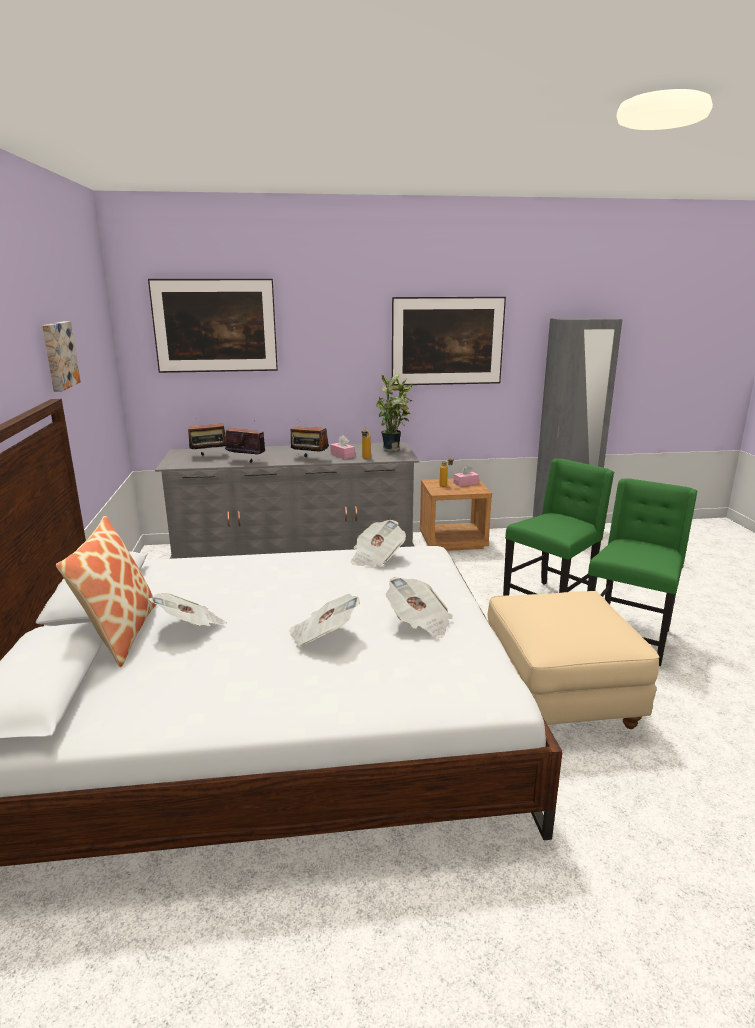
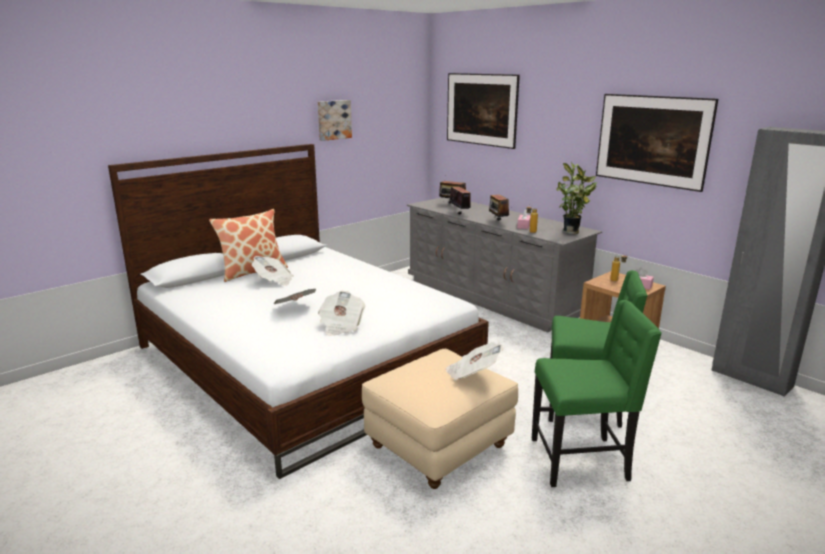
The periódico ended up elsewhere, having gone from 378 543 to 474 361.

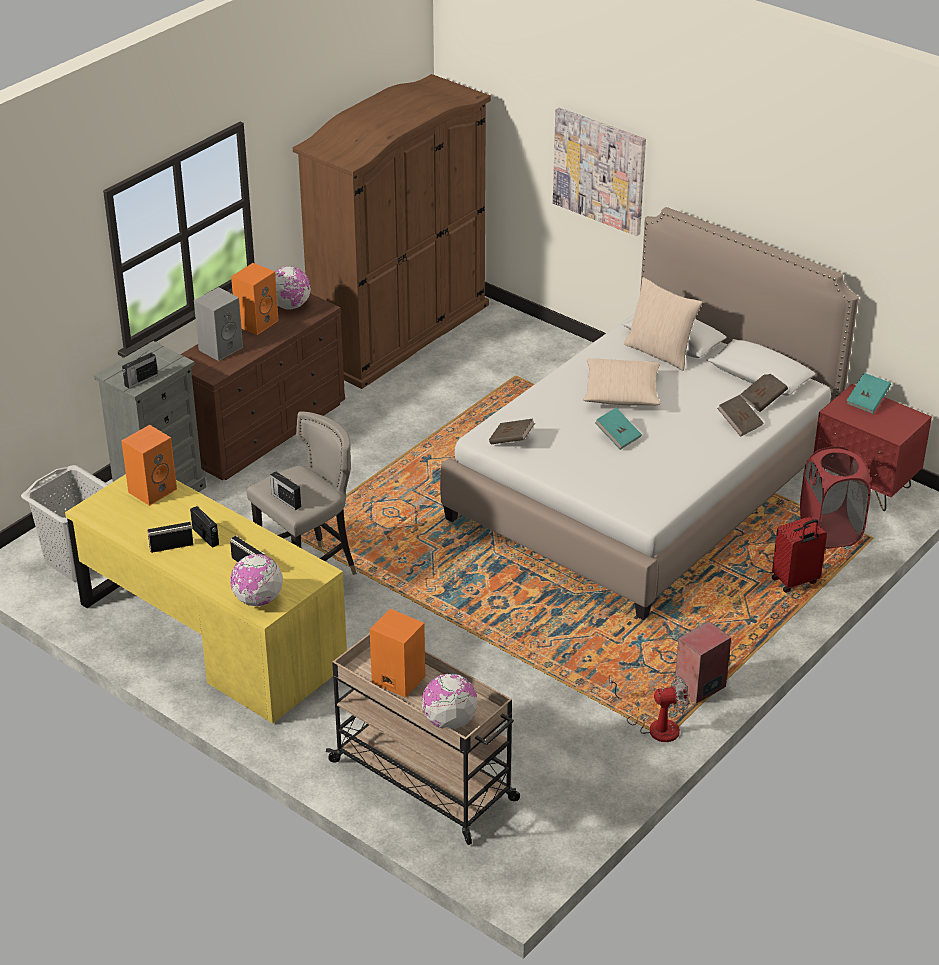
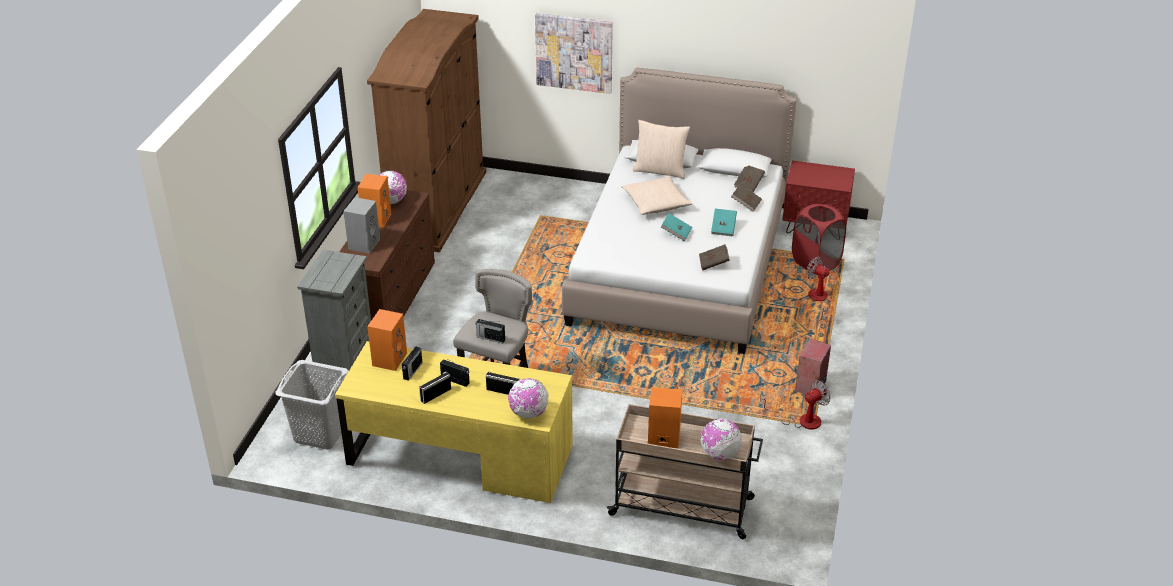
The radio ended up elsewhere, having gone from 140 369 to 412 363.
The libro [turquesa] ended up elsewhere, having gone from 869 393 to 724 223.
The libro [marrón] ended up elsewhere, having gone from 512 431 to 714 257.
Where the maleta [rojo] stood at 799 555, the ventilador came to stand at 818 289.

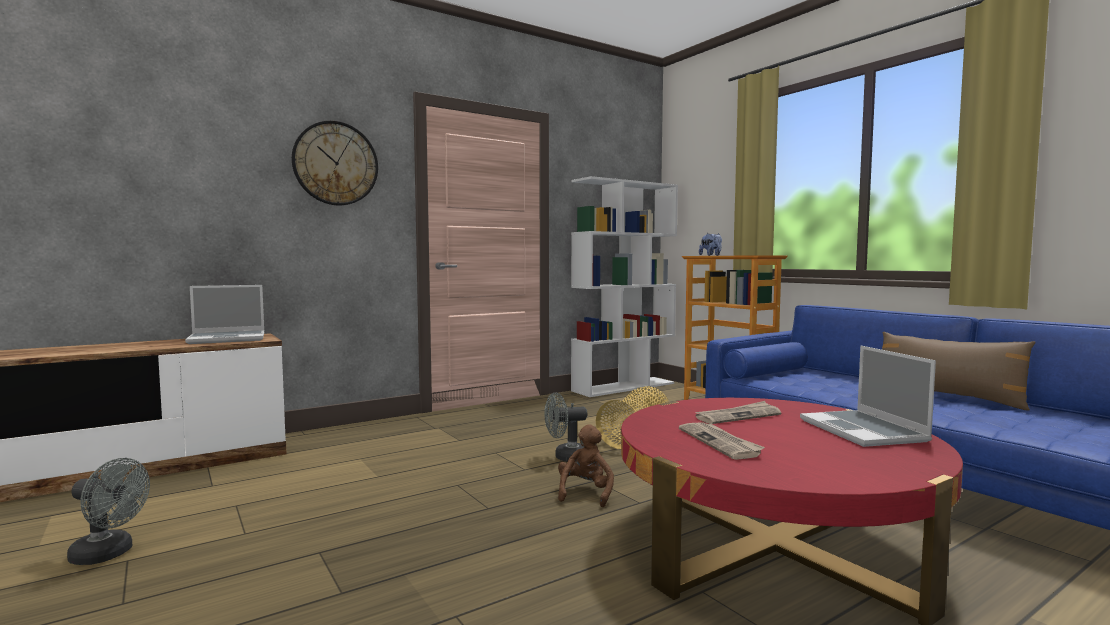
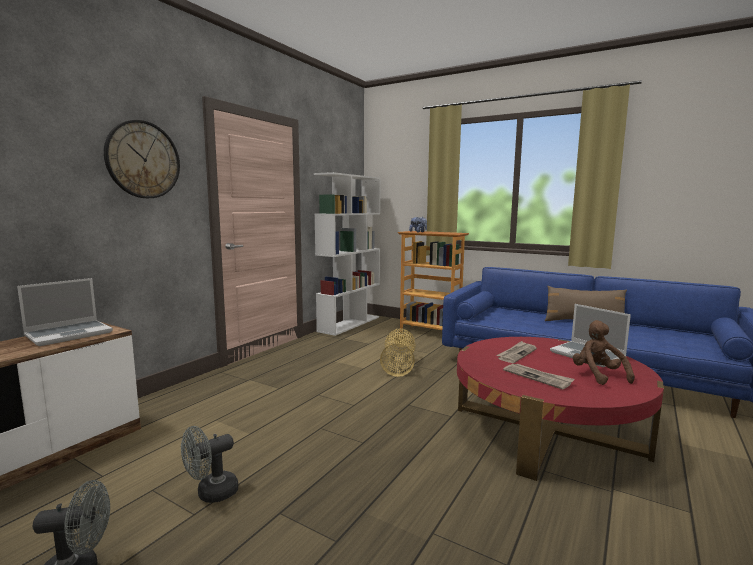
The ventilador [gris] ended up elsewhere, having gone from 565 427 to 209 464.
The peluche [marrón] ended up elsewhere, having gone from 586 465 to 604 352.

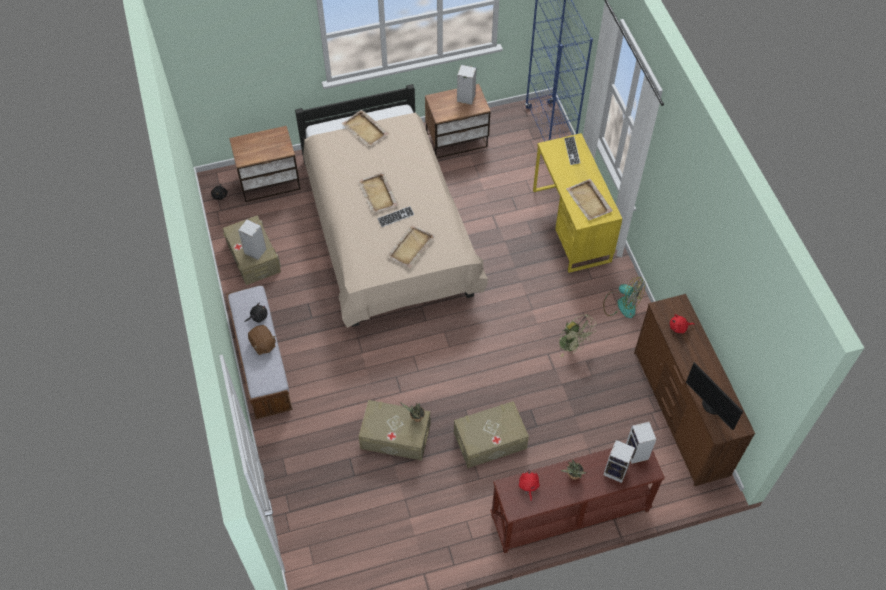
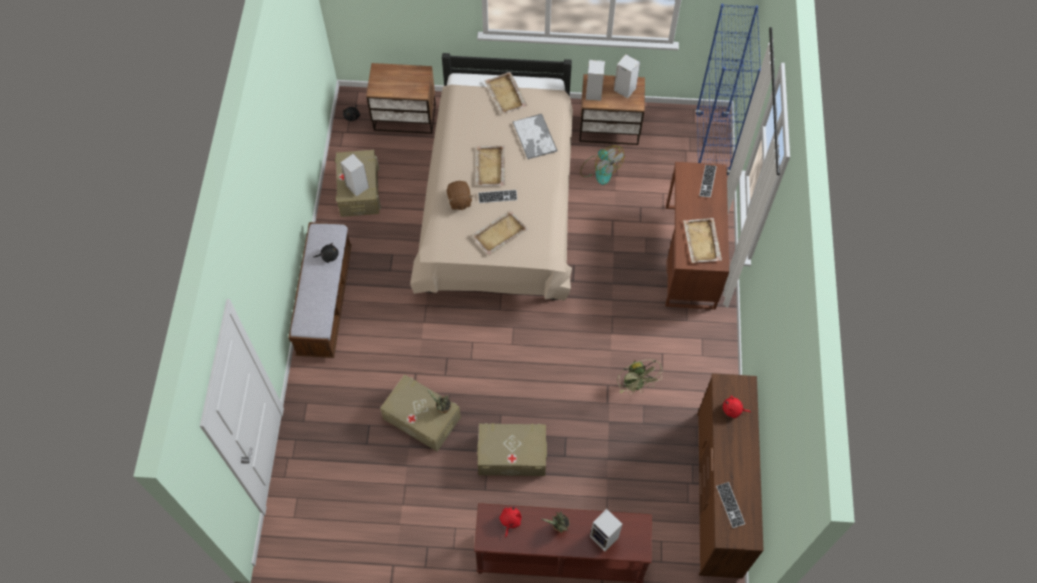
What was the escritorio [amarillo] at 577 203 turned into the escritorio [marrón] at 697 235.
The ventilador ended up elsewhere, having gone from 624 297 to 602 165.
The peluche [marrón] ended up elsewhere, having gone from 262 340 to 460 195.
Where the monitor stood at 714 396, the teclado came to stand at 730 505.
The altavoz ended up elsewhere, having gone from 641 443 to 595 80.
The second view gained the bandeja at 534 136.

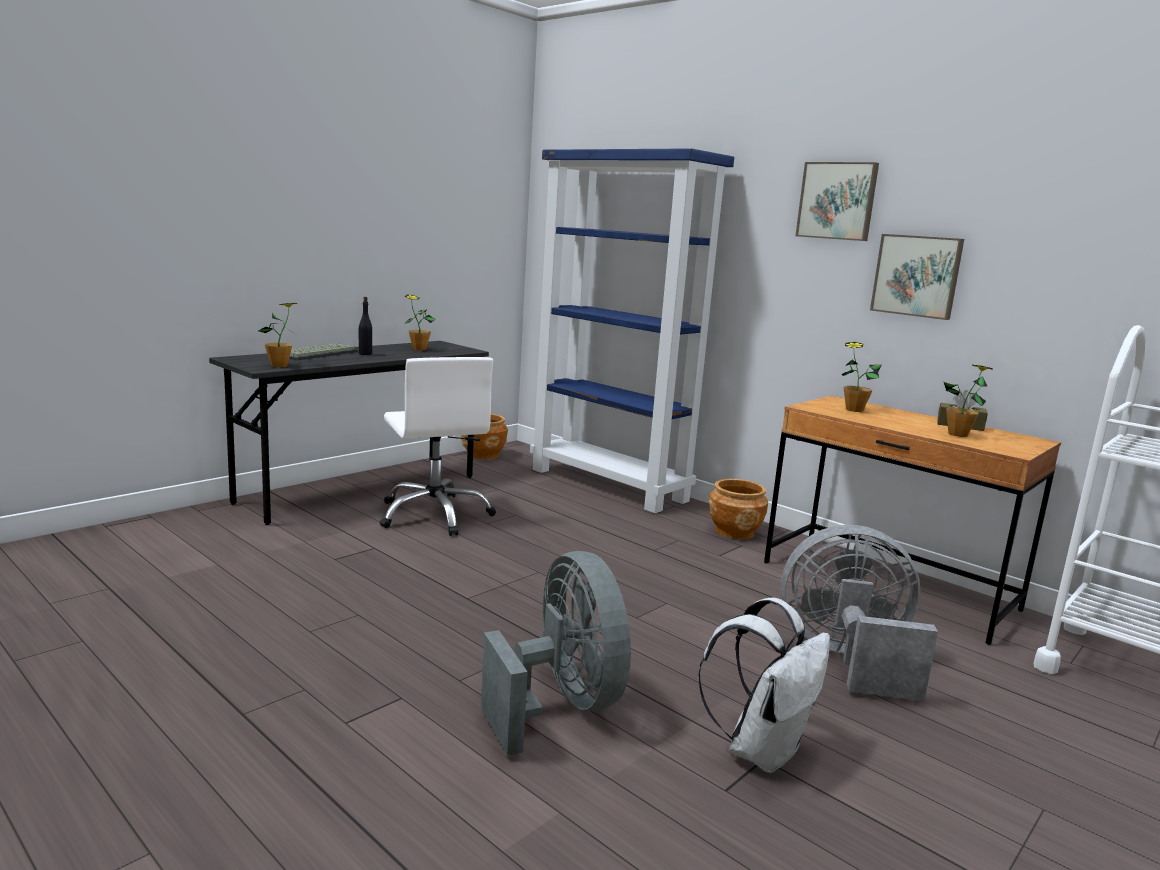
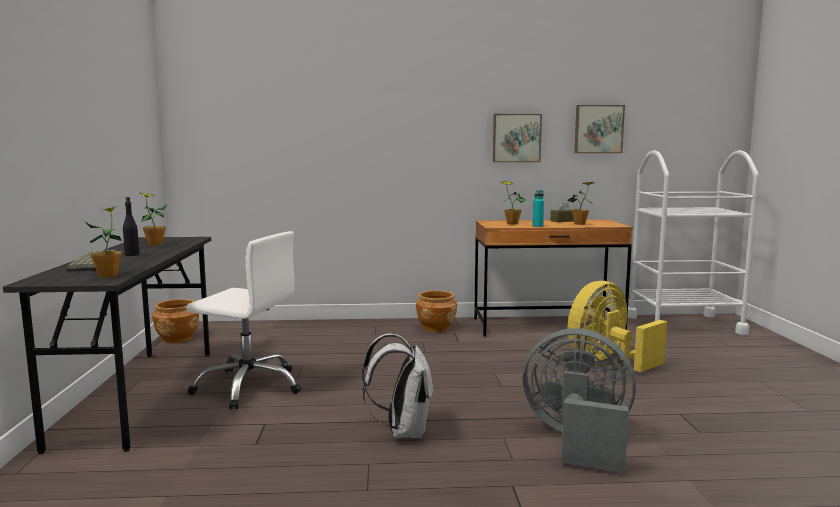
The second view lost the estantería [azul] at 632 330.
The cuadro ended up elsewhere, having gone from 837 201 to 599 129.
What was the ventilador [gris] at 859 613 turned into the ventilador [amarillo] at 617 326.
The mochila [blanco] ended up elsewhere, having gone from 764 685 to 397 386.
The second view gained the botella [turquesa] at 538 208.

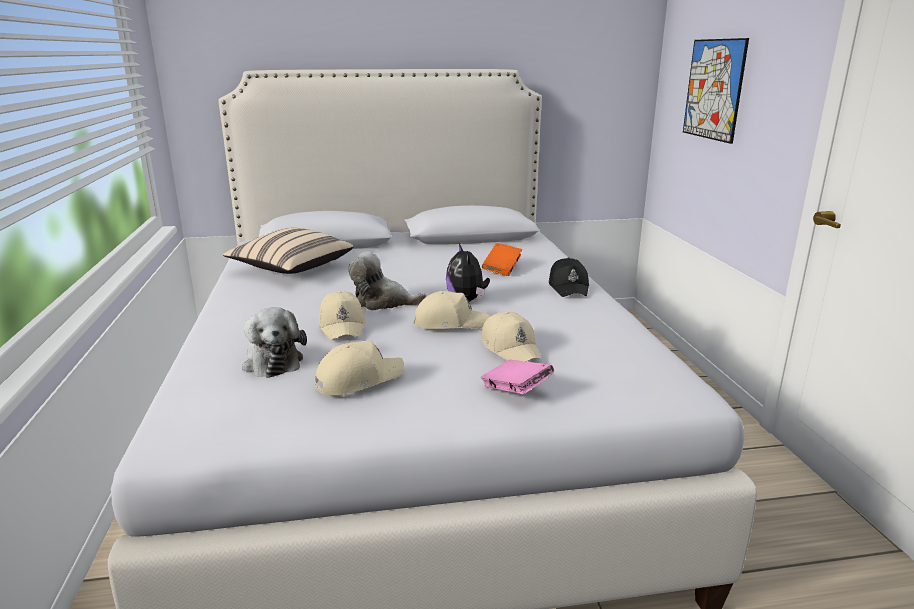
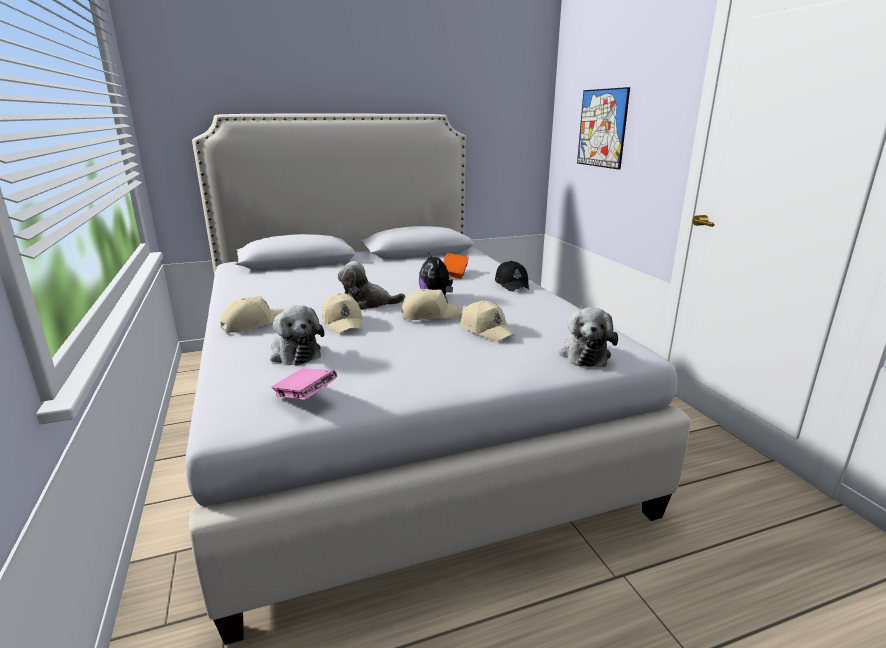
The second view lost the cojín [beis] at 288 251.
The gorra [beis] ended up elsewhere, having gone from 359 368 to 252 314.
The libro [rosa] ended up elsewhere, having gone from 517 377 to 304 384.
The second view gained the peluche at 588 337.

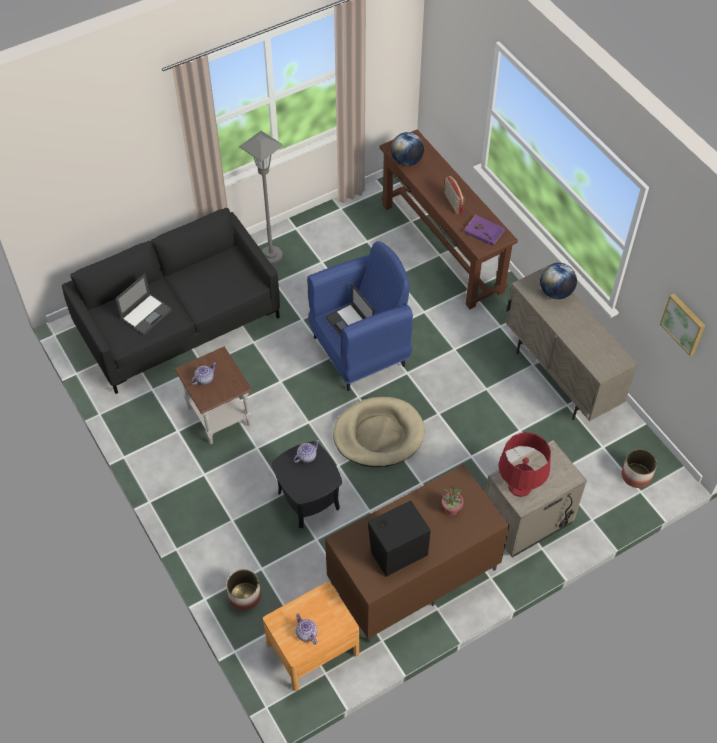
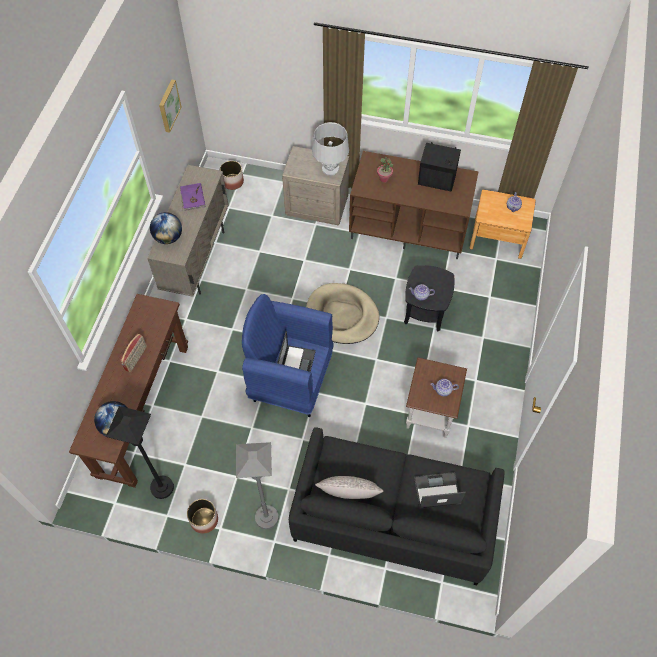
The libro [morado] ended up elsewhere, having gone from 484 230 to 193 197.
What was the lámpara de mesa [rojo] at 525 464 turned into the lámpara de mesa [gris] at 330 148.
The maceta ended up elsewhere, having gone from 243 590 to 202 516.
The second view gained the lámpara de pie [negro] at 140 452.
The second view gained the cojín [gris] at 349 487.

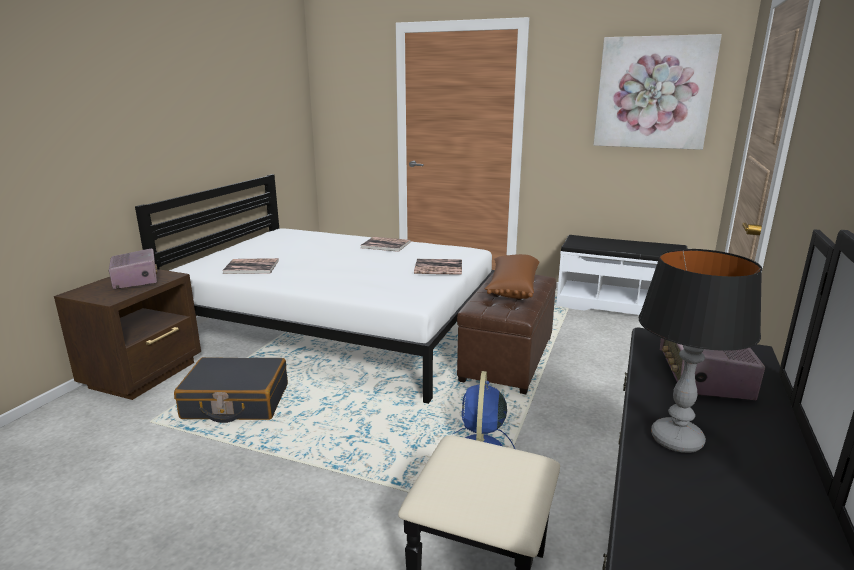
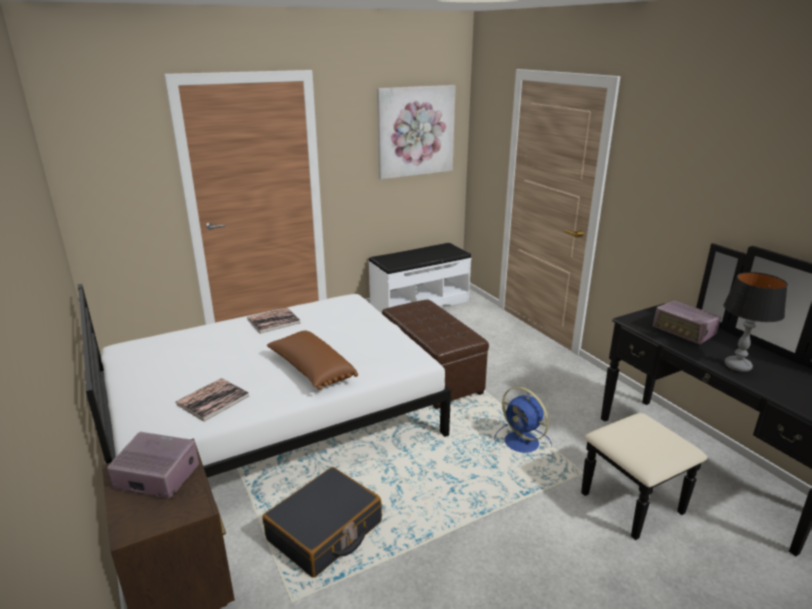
The cojín [marrón] ended up elsewhere, having gone from 512 276 to 312 360.
The second view lost the libro at 438 267.

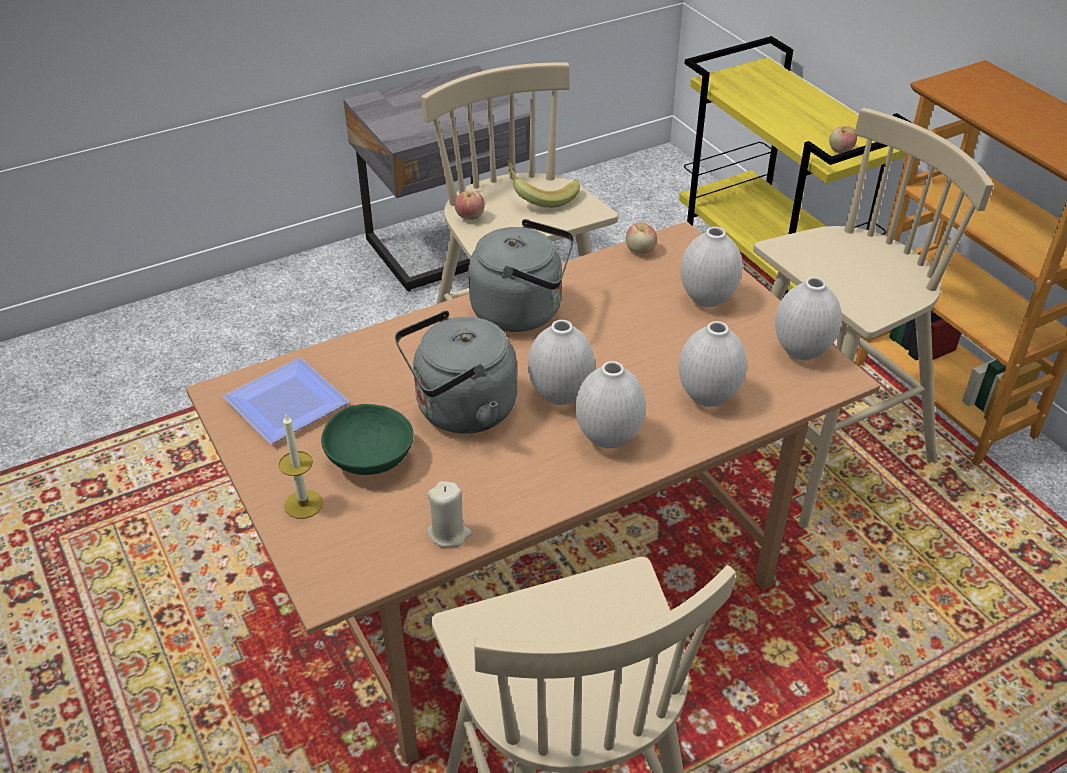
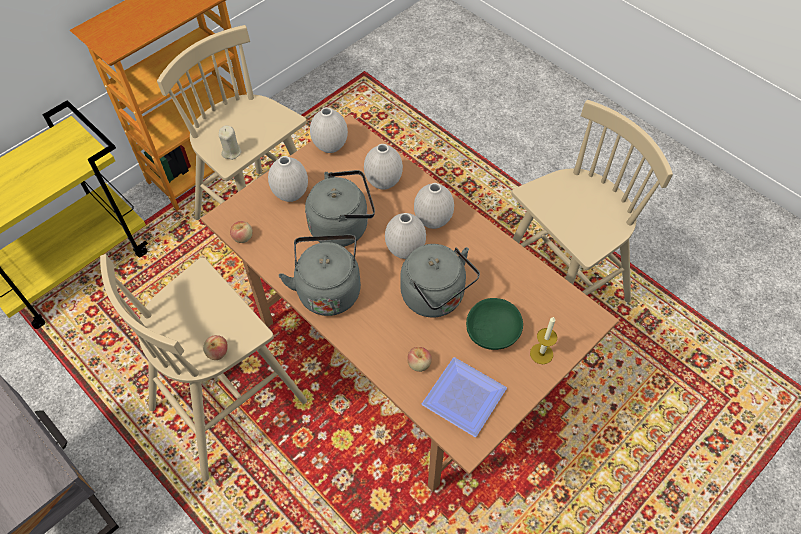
The manzana ended up elsewhere, having gone from 843 140 to 419 359.
The second view lost the plátano at 543 184.
The vela [beis] ended up elsewhere, having gone from 449 514 to 230 143.
The second view gained the hervidor [gris] at 340 208.

